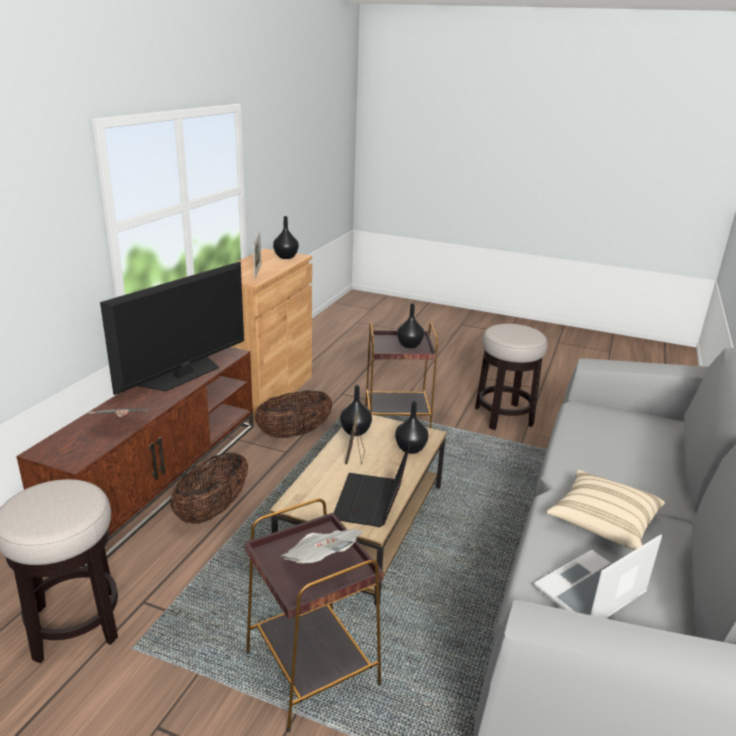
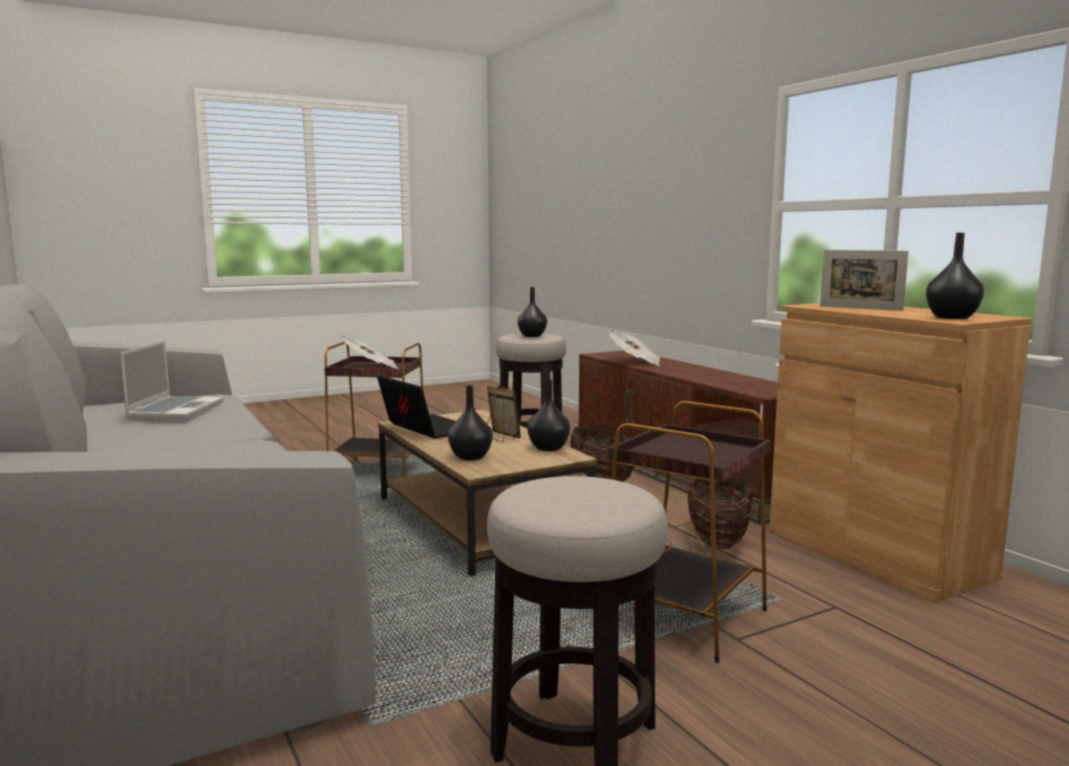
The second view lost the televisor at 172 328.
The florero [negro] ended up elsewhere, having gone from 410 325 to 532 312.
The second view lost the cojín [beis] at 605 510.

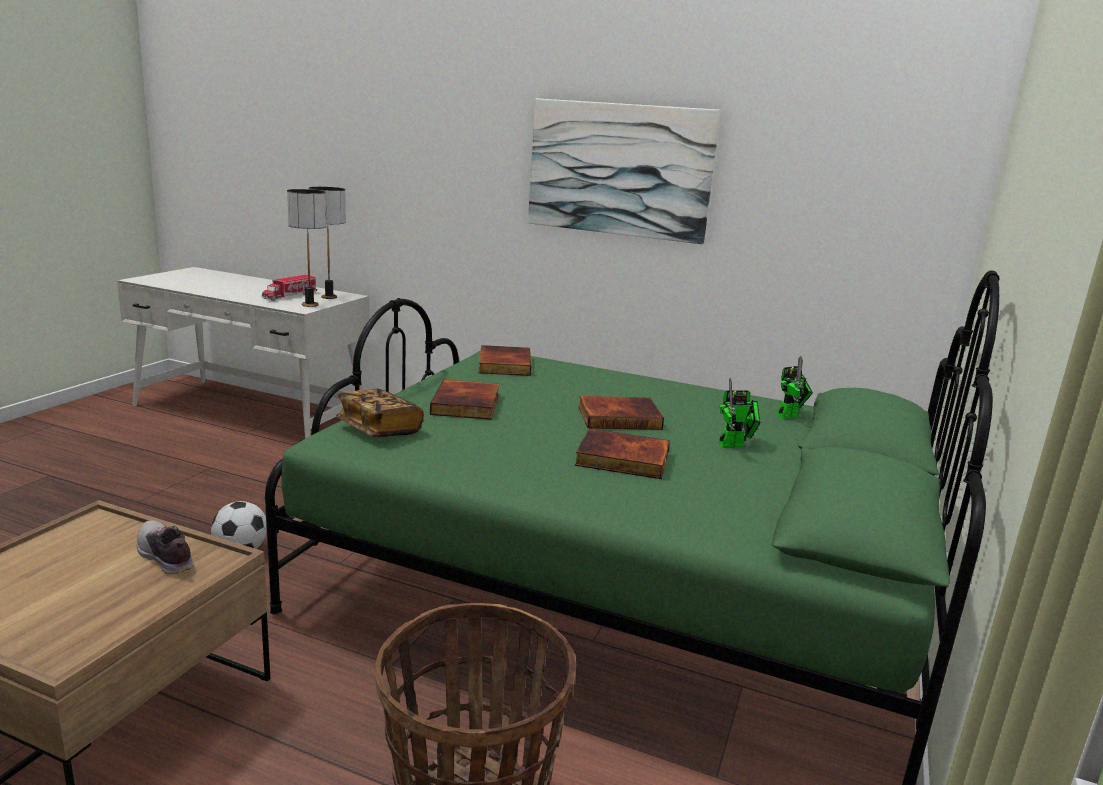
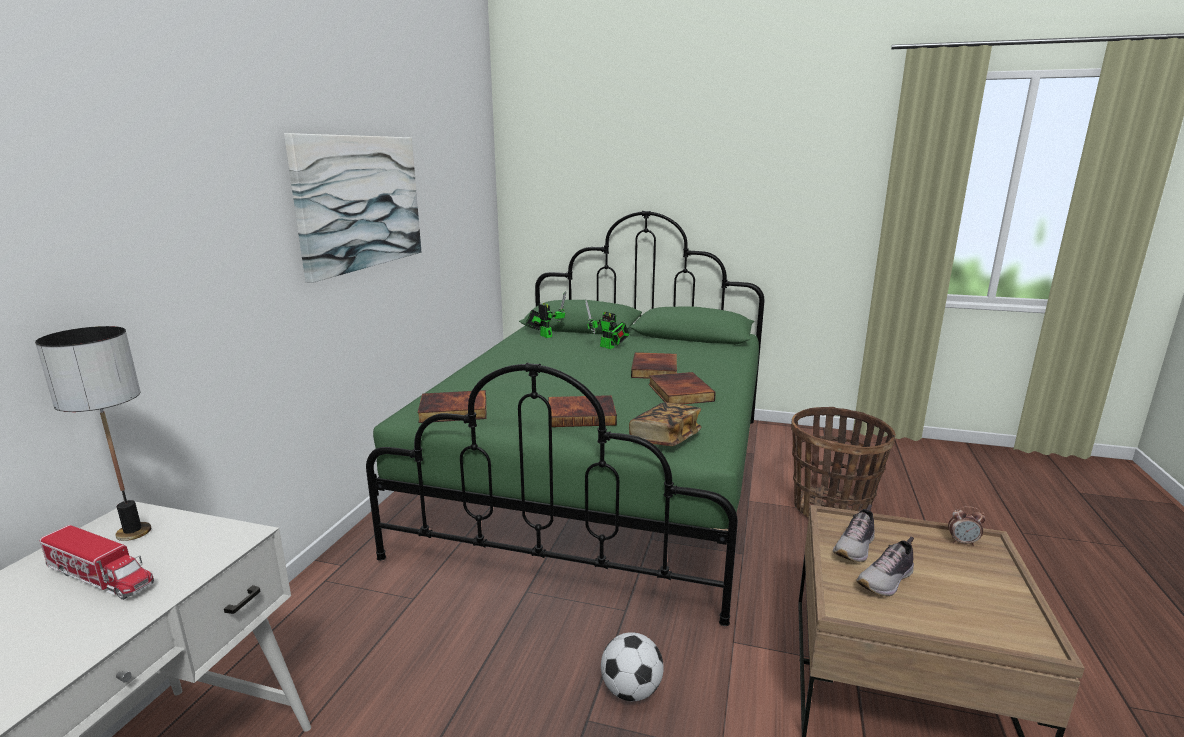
The second view lost the lámpara de mesa at 307 248.
The robot de juguete at 740 412 ended up facing another way, 150 degrees clockwise from before.
The libro ended up elsewhere, having gone from 621 413 to 682 388.
The second view gained the despertador at 966 526.
The second view gained the zapato at 885 566.

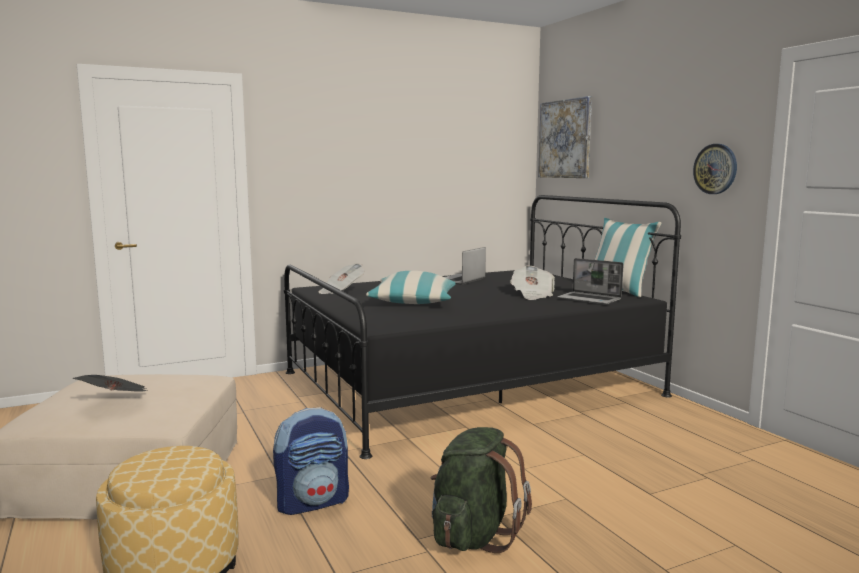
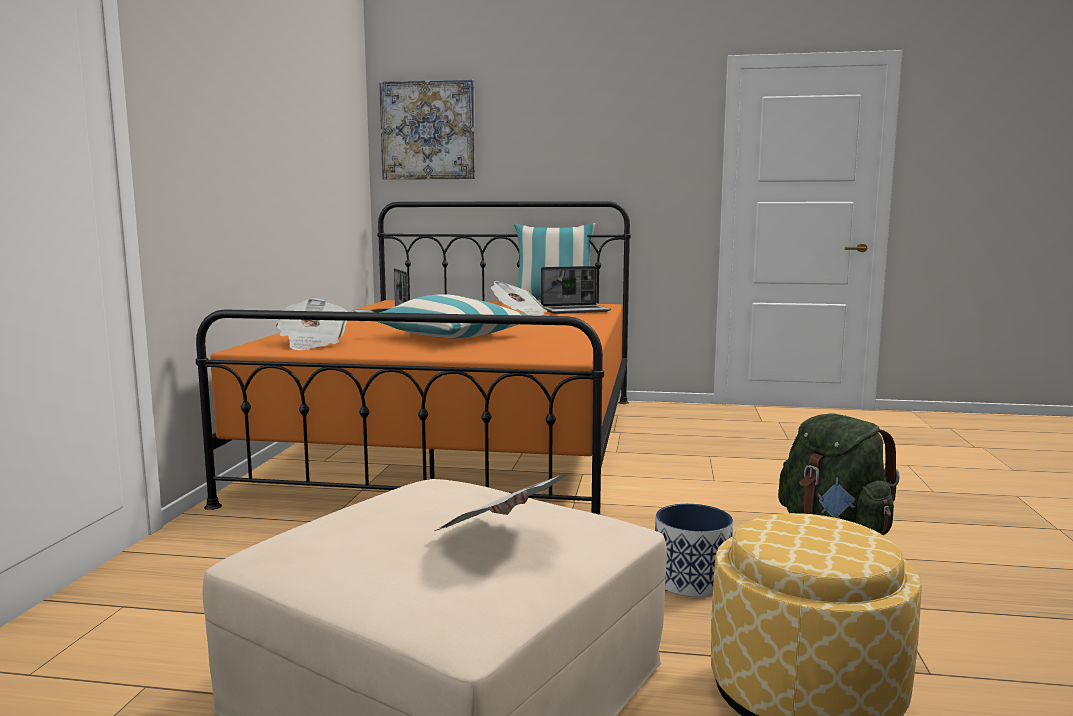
The second view lost the reloj de pared at 715 169.
What was the cama [negro] at 482 327 turned into the cama [naranja] at 413 358.
Where the mochila stood at 311 461, the maceta came to stand at 694 551.

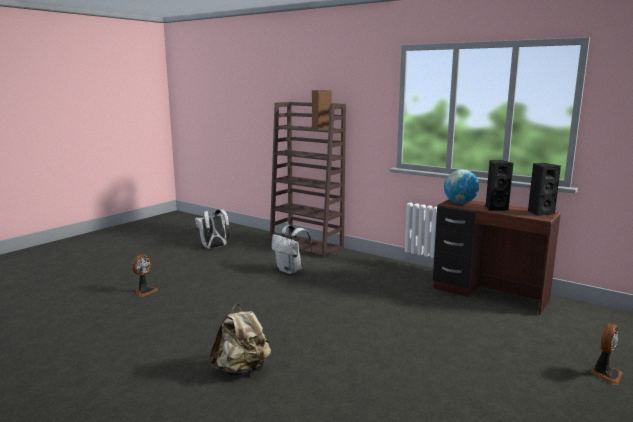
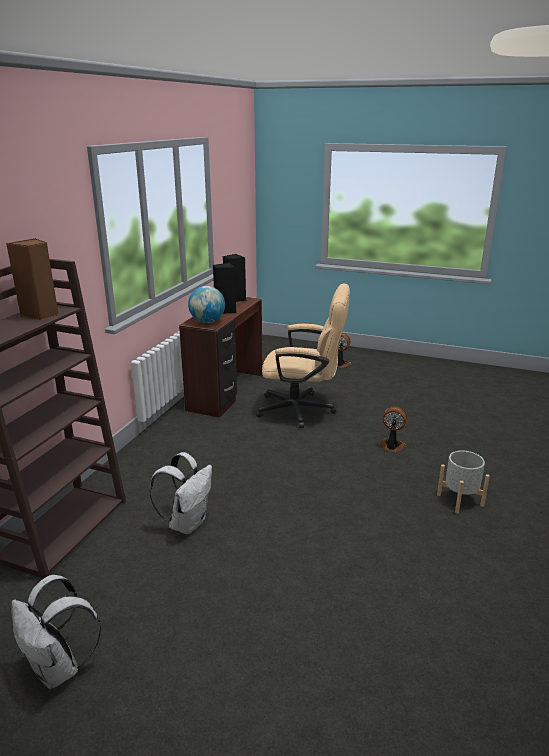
The ventilador ended up elsewhere, having gone from 145 275 to 394 429.
Where the mochila [beis] stood at 240 339, the maceta [gris] came to stand at 463 481.
The second view gained the silla de oficina [beis] at 302 356.

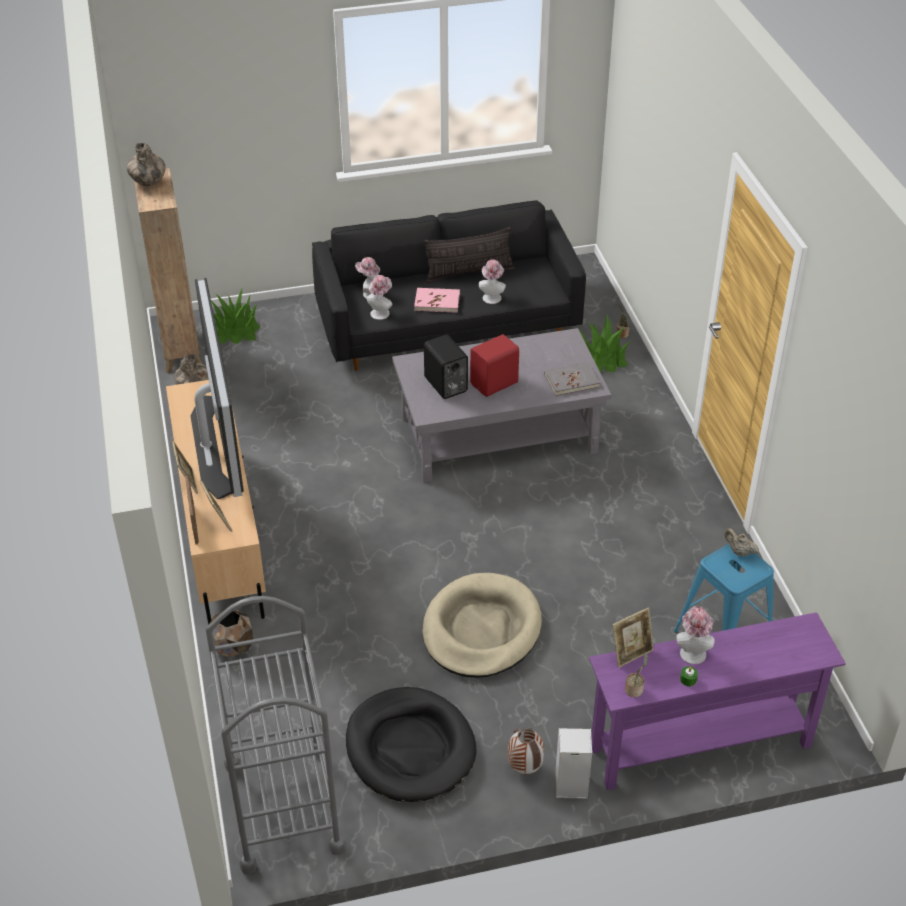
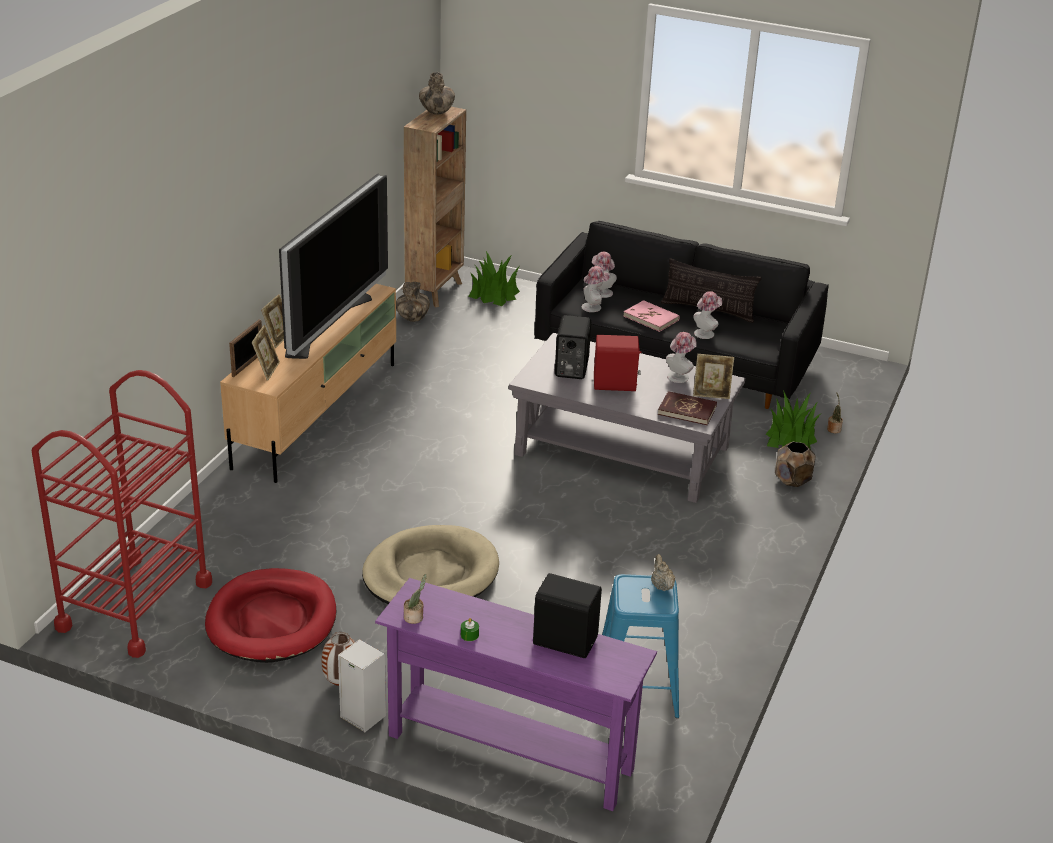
What was the libro [gris] at 572 379 turned into the libro [rojo] at 687 408.
What was the carrito [gris] at 276 735 turned into the carrito [rojo] at 122 514.
The sombrero ended up elsewhere, having gone from 695 635 to 681 357.
The portarretratos ended up elsewhere, having gone from 633 638 to 713 376.
The maceta [marrón] ended up elsewhere, having gone from 231 633 to 795 464.
What was the cama para perro [negro] at 411 744 turned into the cama para perro [rojo] at 271 615.
The second view gained the altavoz [negro] at 567 615.

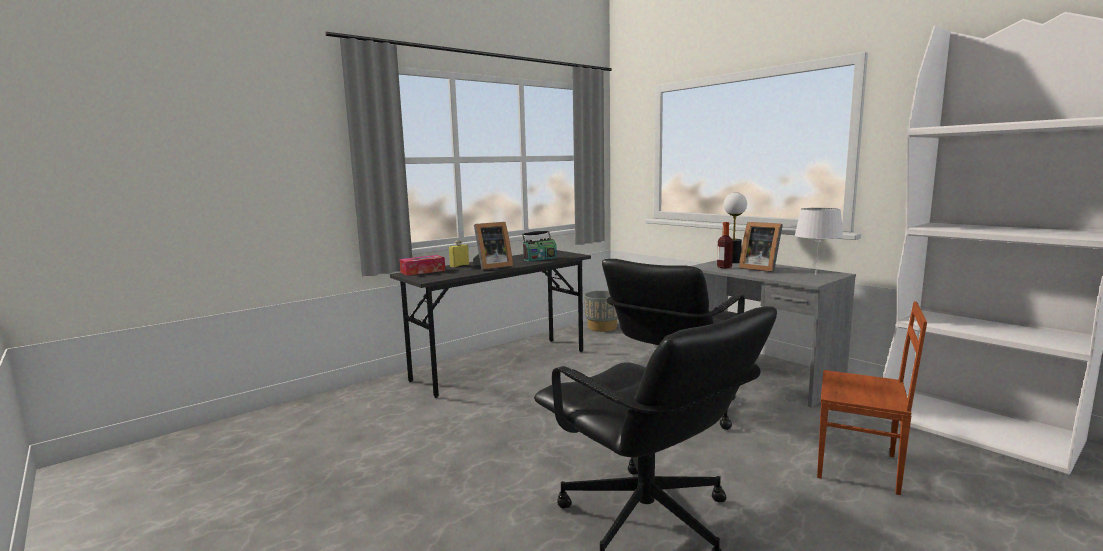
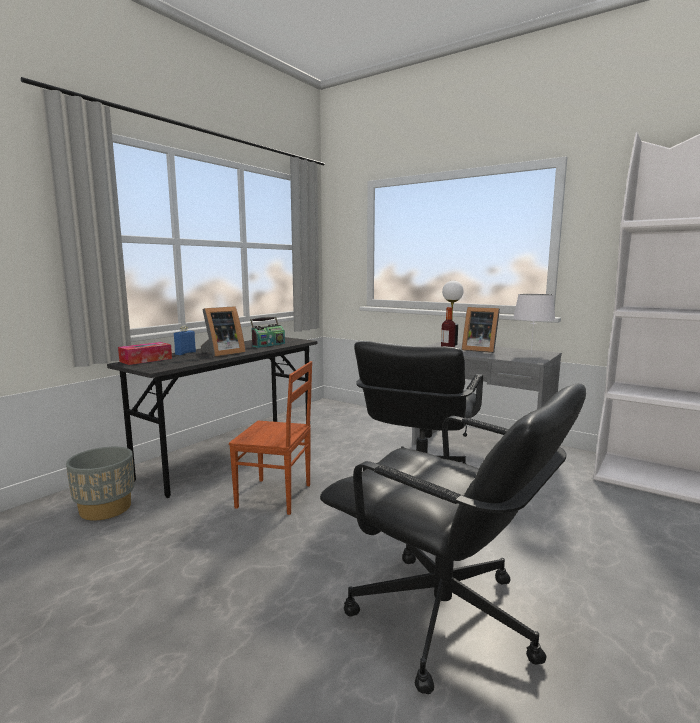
What was the botella [amarillo] at 459 254 turned into the botella [azul] at 185 340.
The maceta [gris] ended up elsewhere, having gone from 601 311 to 100 484.
The silla [marrón] ended up elsewhere, having gone from 872 398 to 270 438.

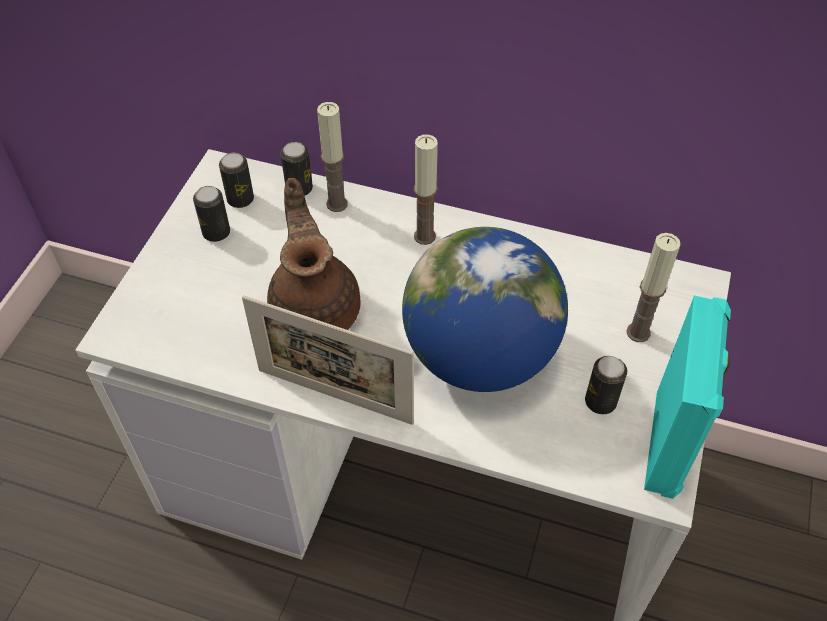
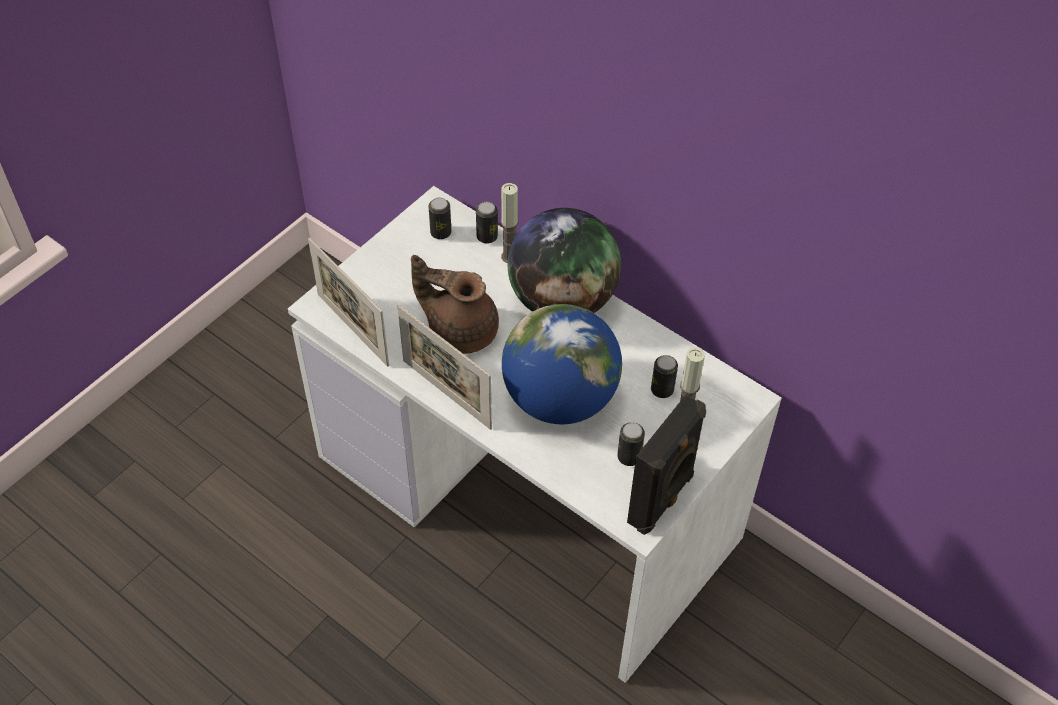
Where the vela stood at 426 189, the globo terráqueo came to stand at 564 260.
The tetera [marrón] at 313 254 ended up facing another way, 75 degrees counterclockwise from before.
The lata ended up elsewhere, having gone from 211 214 to 664 376.
What was the altavoz [turquesa] at 687 397 turned into the altavoz [negro] at 666 465.
The second view gained the portarretratos at 348 302.

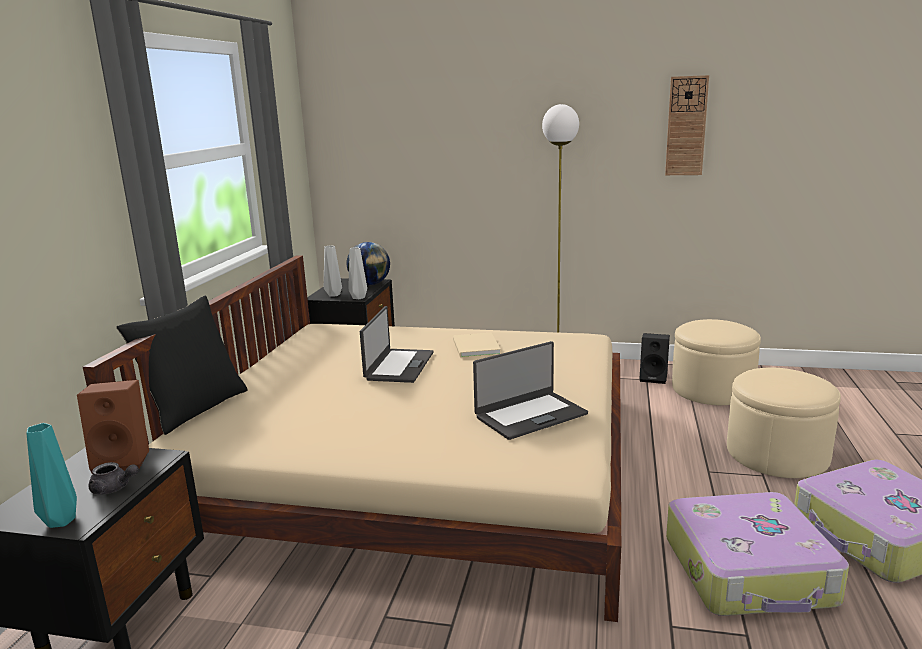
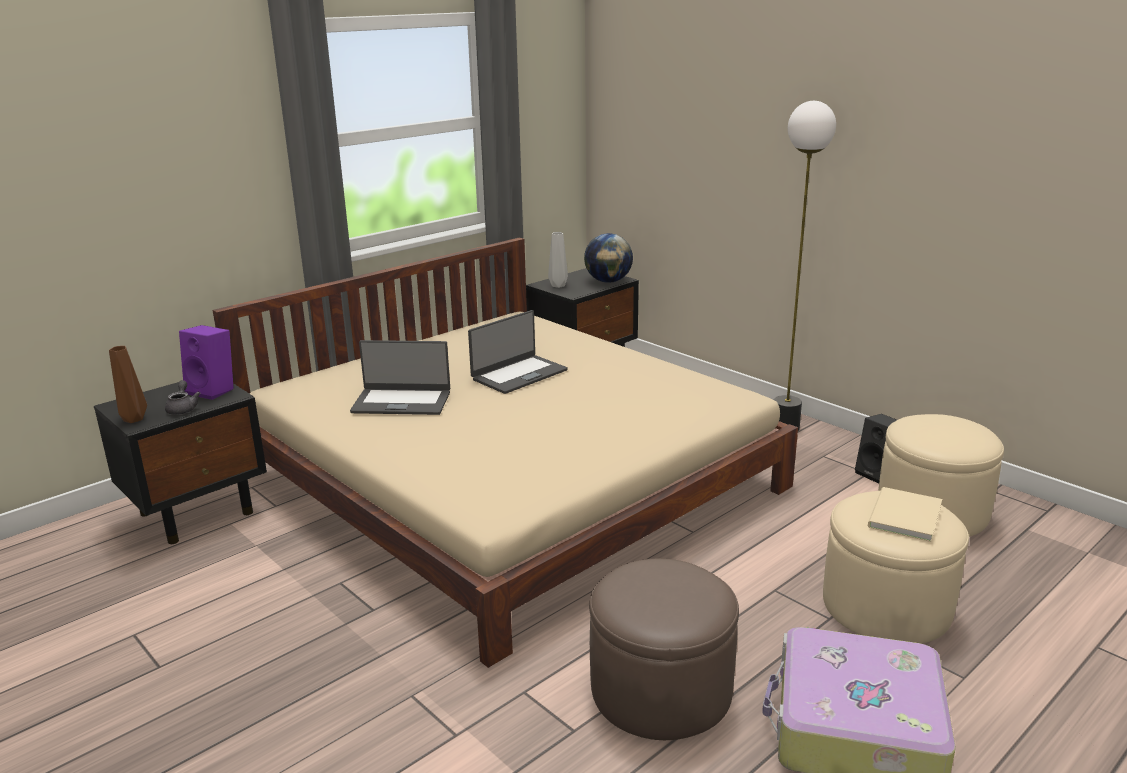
The second view lost the reloj de pared at 687 125.
The second view lost the florero [gris] at 358 273.
The second view lost the cojín [negro] at 182 365.
The libro [beis] ended up elsewhere, having gone from 477 345 to 905 514.
The portátil ended up elsewhere, having gone from 530 390 to 400 377.
What was the altavoz [marrón] at 113 427 turned into the altavoz [morado] at 206 362.
What was the florero [turquesa] at 52 475 turned into the florero [marrón] at 128 384.
The tetera [gris] at 114 478 ended up facing another way, 150 degrees counterclockwise from before.
Where the maleta stood at 757 554, the puf [marrón] came to stand at 664 649.

